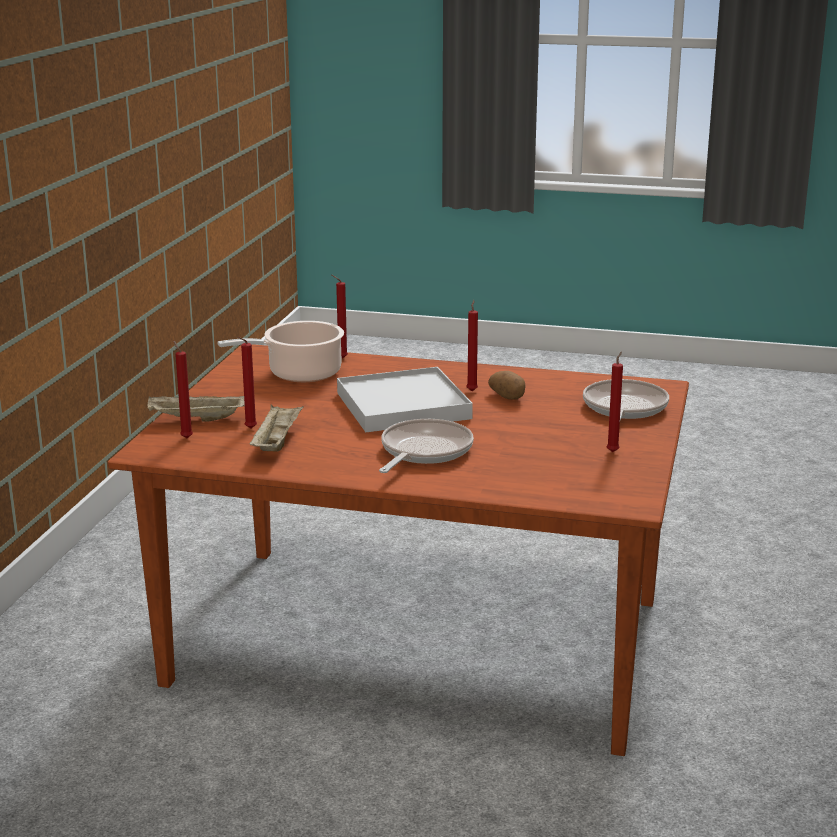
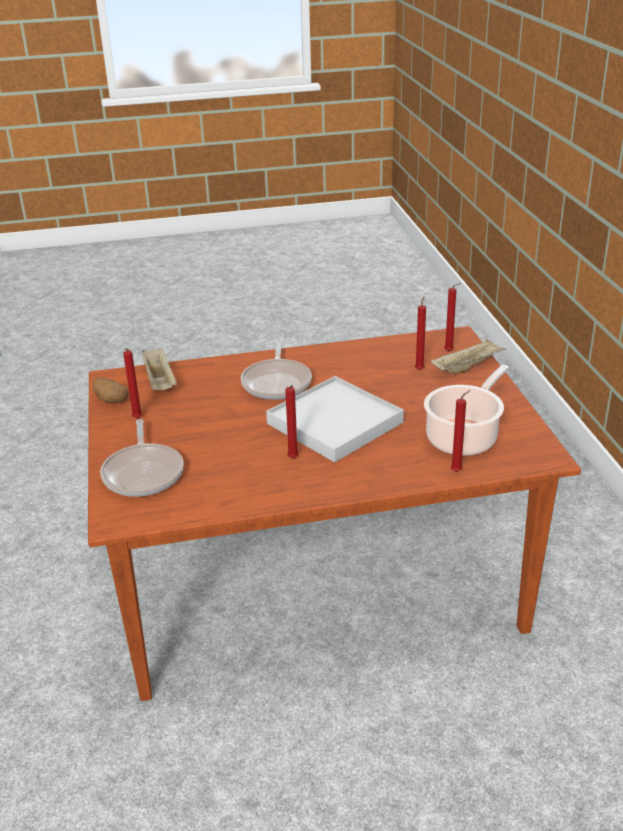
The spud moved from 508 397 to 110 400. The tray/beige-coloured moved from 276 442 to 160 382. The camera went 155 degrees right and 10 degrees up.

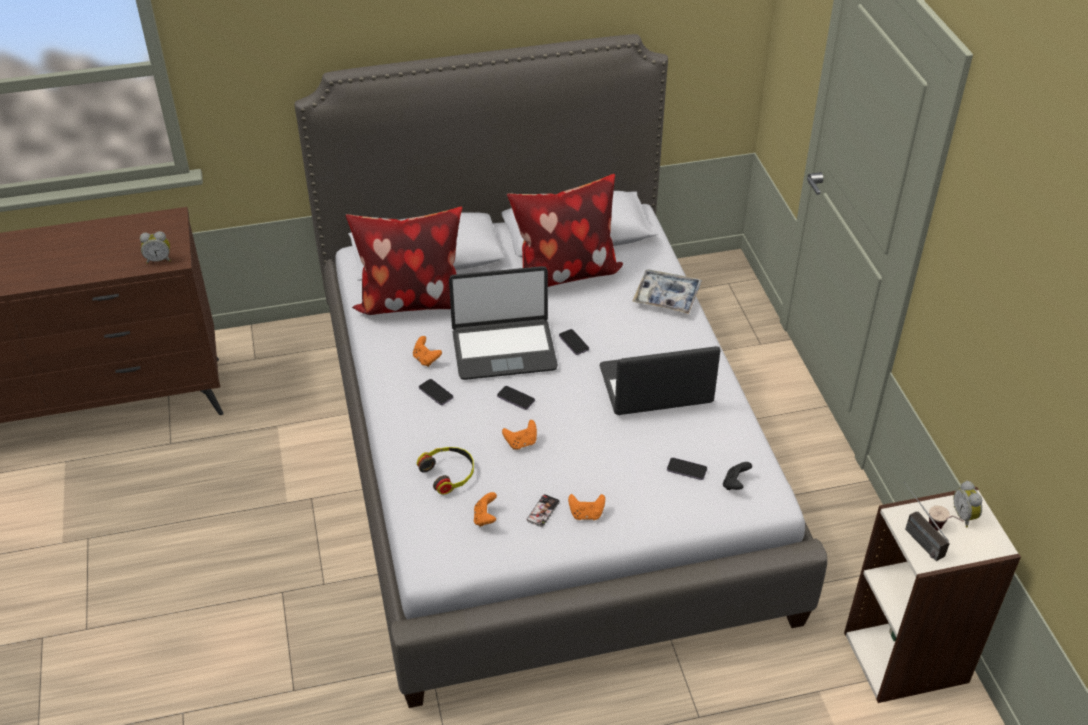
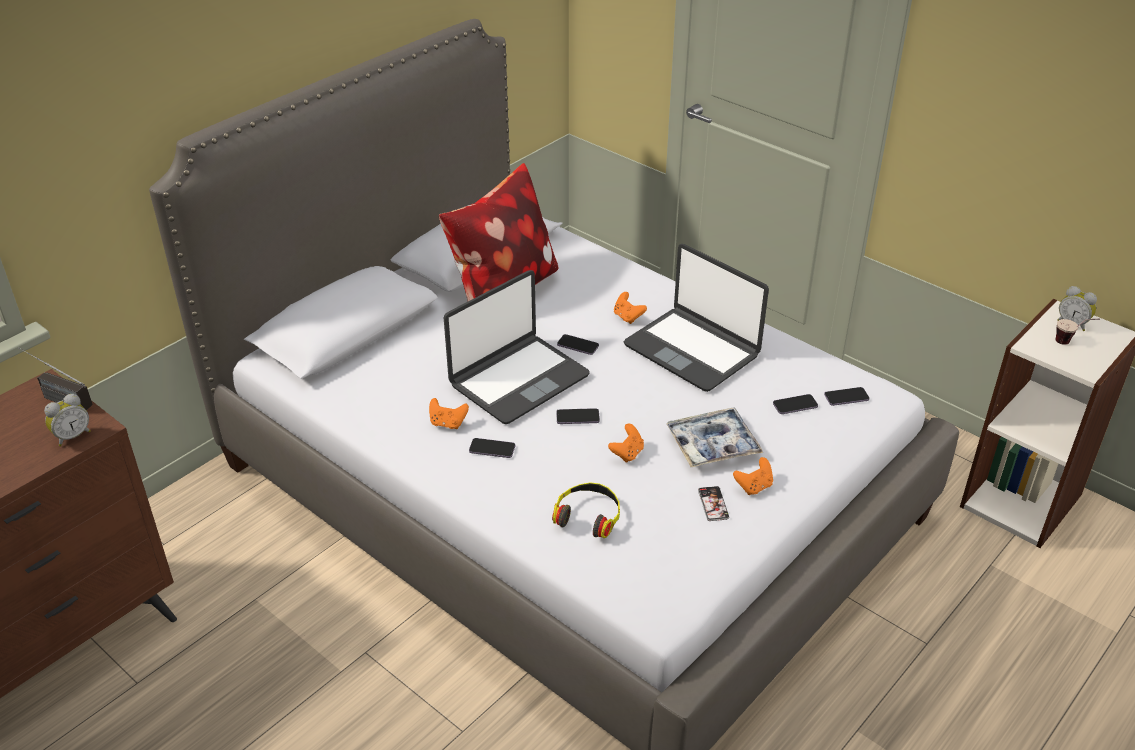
The radio set moved from 915 534 to 56 398. The gamepad/orange-coloured moved from 485 518 to 628 317. The laptop at 656 387 turned 90 degrees counterclockwise. The tray moved from 667 297 to 713 445. The gamepad/black-coloured at 735 484 was replaced by the phone at 846 397. The cushion at 410 300 disappeared. The camera went 35 degrees left and 5 degrees down.

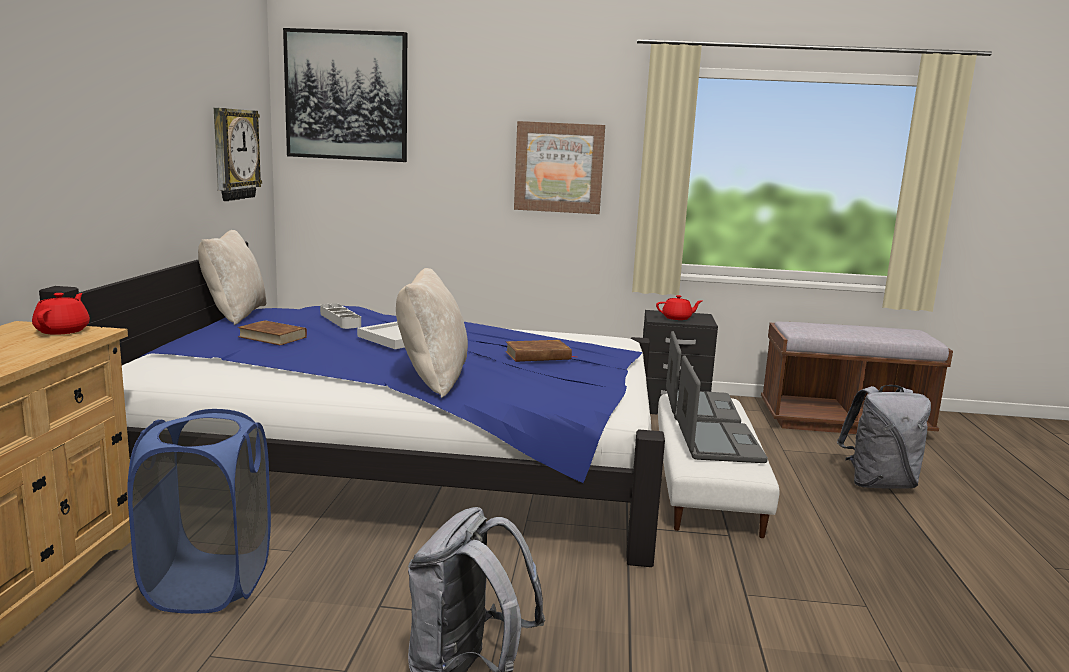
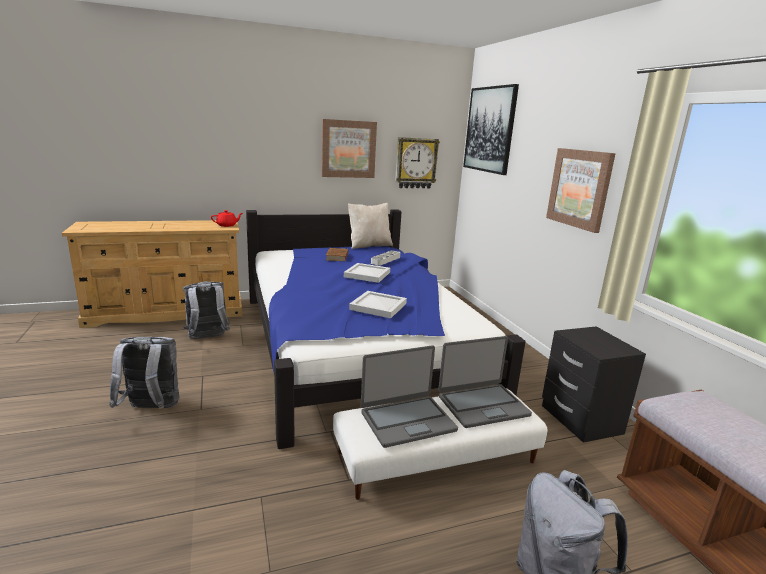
The hamper/blue at 209 584 was replaced by the rucksack/greyish at 207 338. The picture at 348 149 appeared. The bound book/brown at 538 356 was replaced by the tray/whitish at 377 306. The cushion/beige-coloured at 432 379 disappeared. The teapot/reddish at 677 318 disappeared. The camera went 65 degrees right and 5 degrees up.

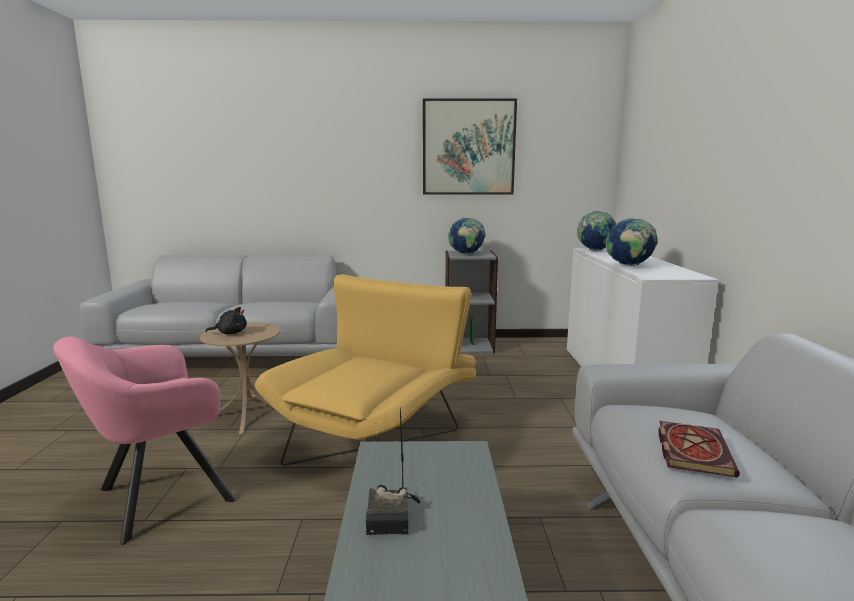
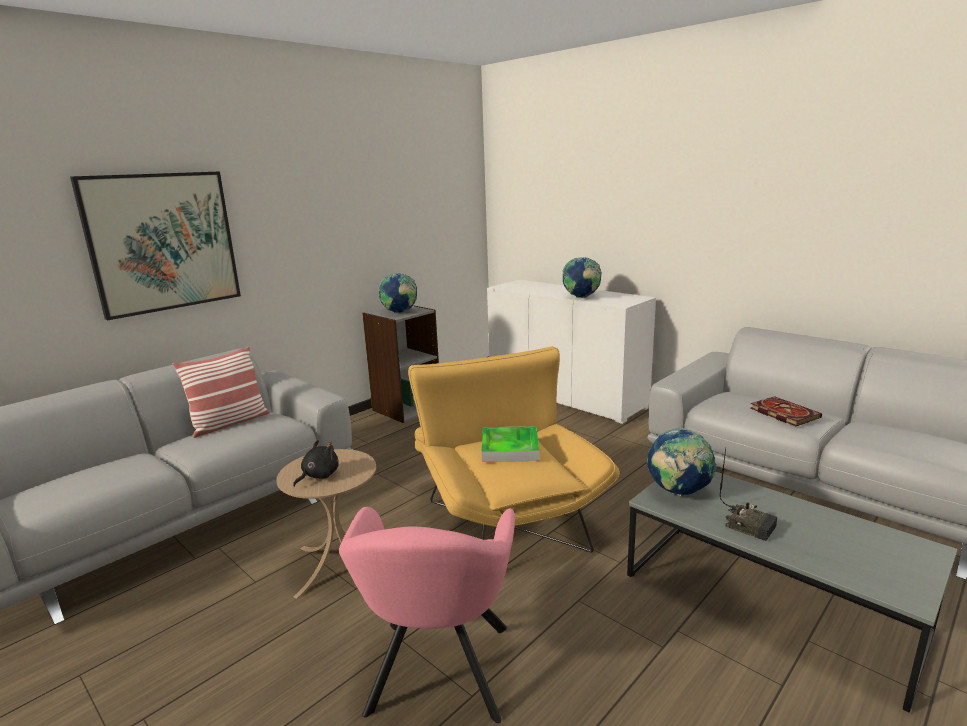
The picture moved from 468 147 to 163 242. The cushion at 229 423 appeared. The tray at 510 448 appeared. The world globe moved from 595 251 to 678 492. The camera went 45 degrees left and 5 degrees up.

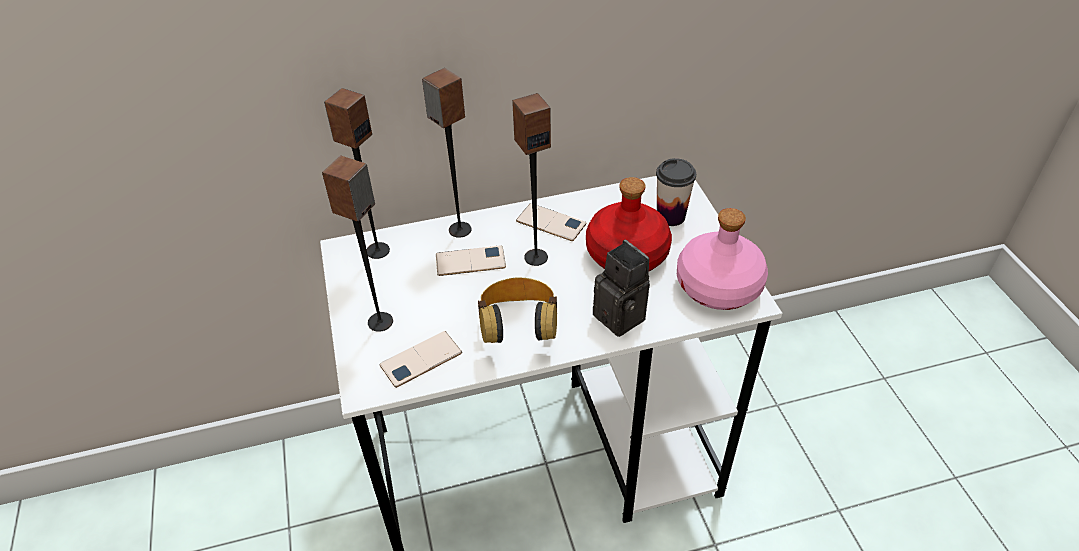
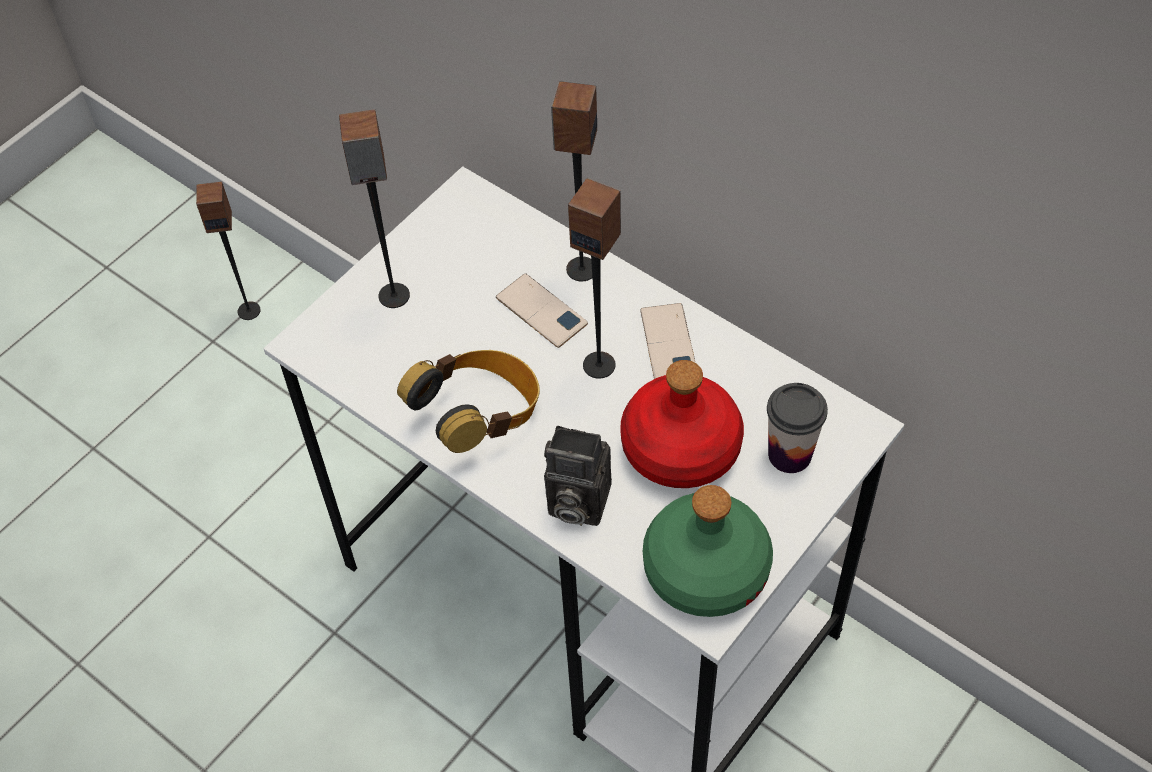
The loudspeaker moved from 377 250 to 249 310. The photo camera at 623 317 turned 90 degrees clockwise. The beverage bottle/pinkish at 717 286 became the beverage bottle/green-coloured at 704 569. The phone at 421 359 disappeared. The camera went 55 degrees right and 10 degrees up.

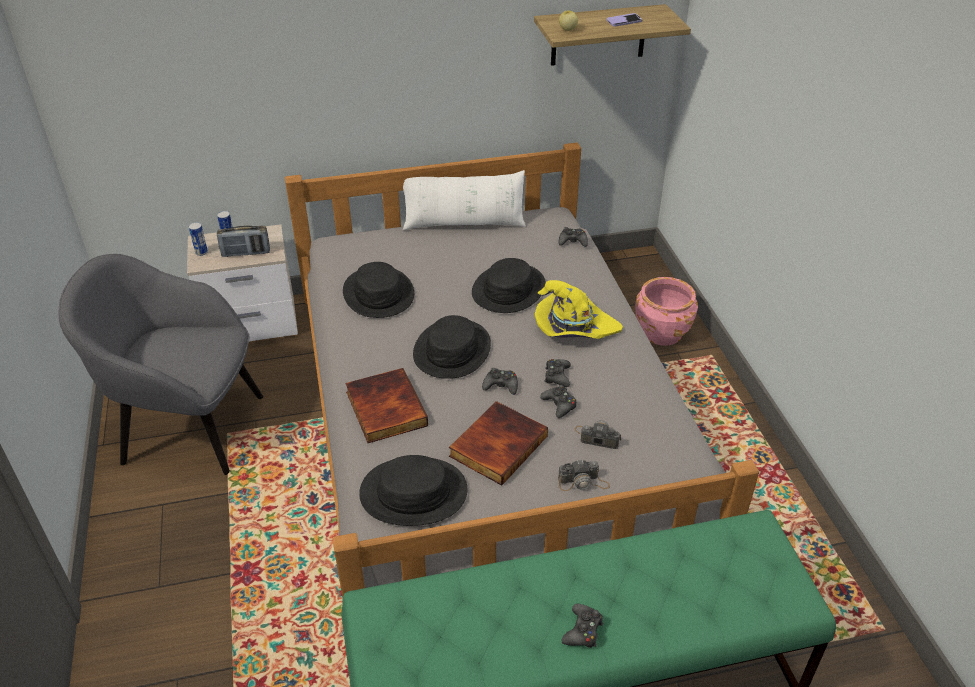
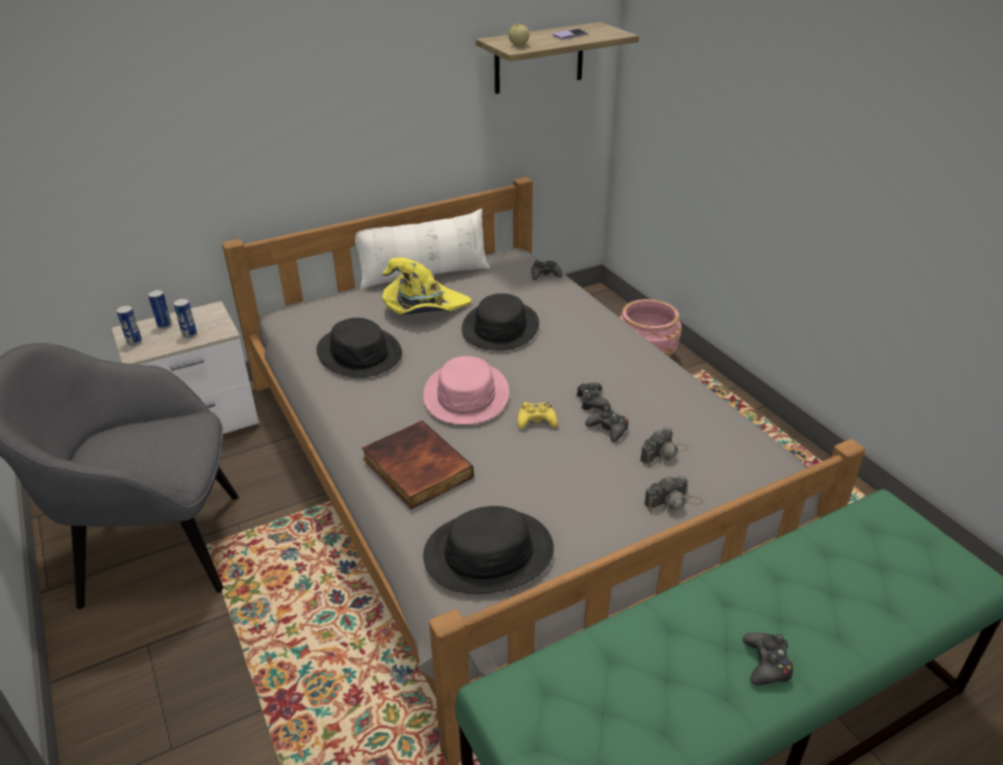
The radio set at 246 253 was replaced by the metal can at 189 334. The hat/yellowish moved from 573 328 to 423 308. The hat/black-coloured at 452 350 became the hat/pinkish at 466 395. The gamepad/black-coloured at 501 385 became the gamepad/yellowish at 536 421. The photo camera at 597 437 turned 135 degrees clockwise. The bound book at 497 445 disappeared. The camera went 15 degrees left and 5 degrees down.

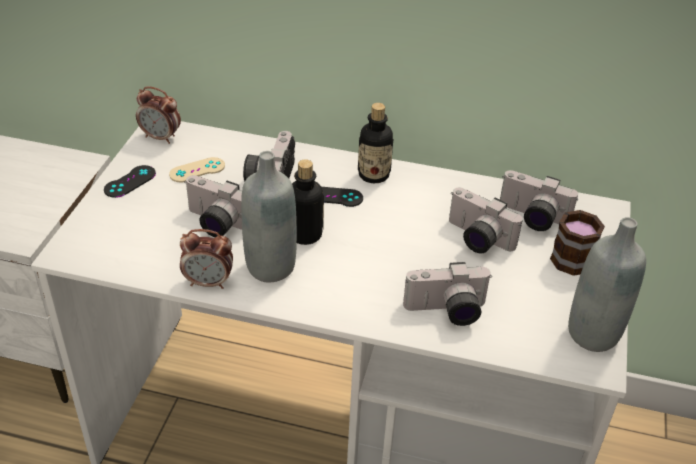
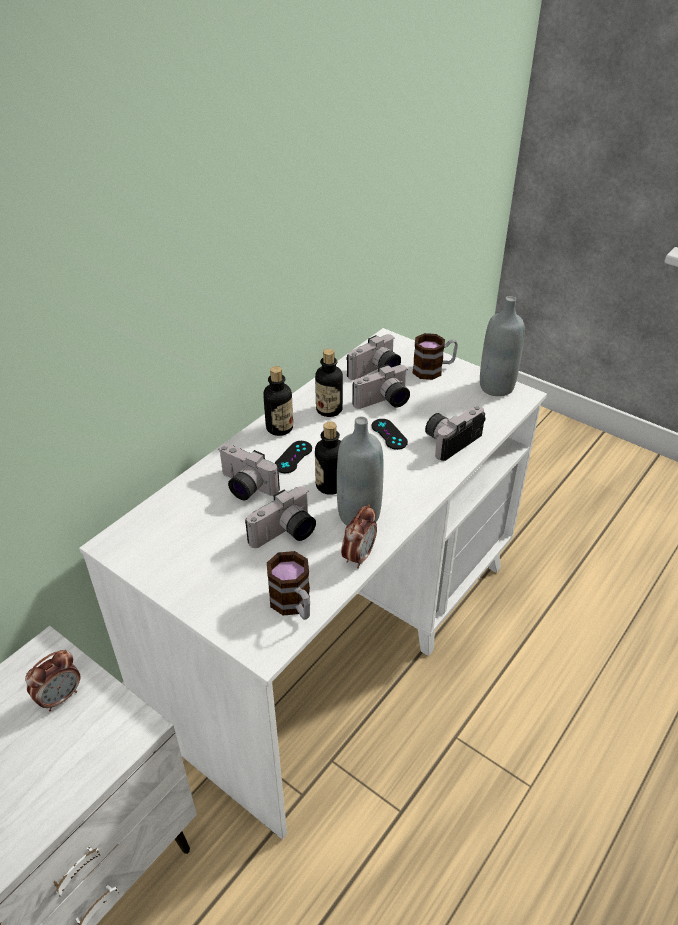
The alarm clock moved from 161 137 to 60 697. The coffee mug at 294 605 appeared. The beverage bottle at 329 410 appeared. The gamepad/black-coloured moved from 130 181 to 389 434. The photo camera at 446 312 turned 150 degrees counterclockwise. The gamepad/beige-coloured at 197 170 disappeared. The camera went 65 degrees left and 0 degrees up.

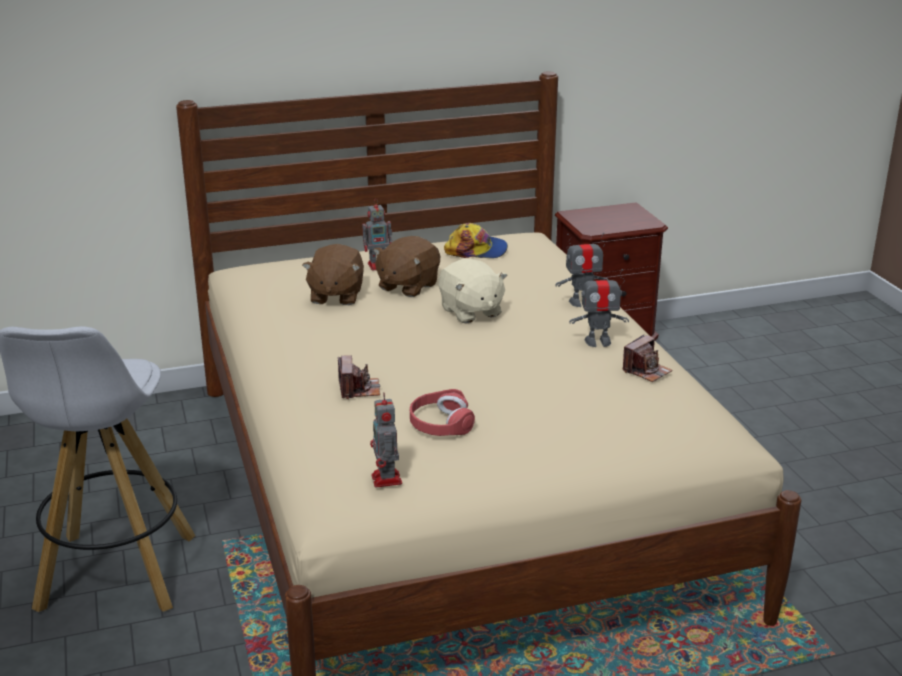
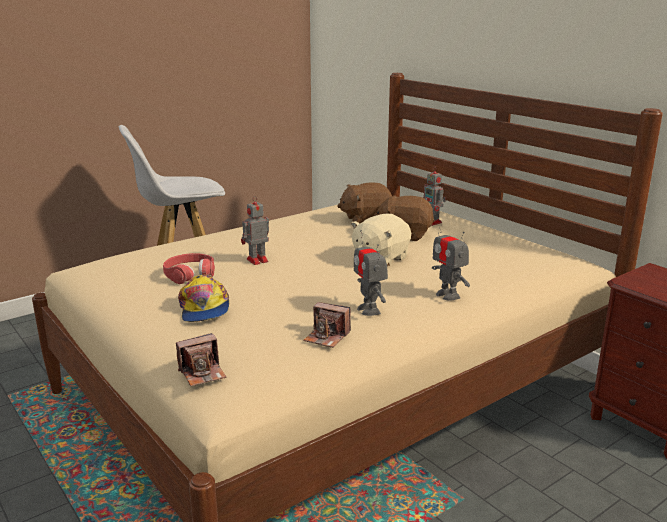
The photo camera moved from 359 389 to 202 373. The cap moved from 476 250 to 204 308. The robot figure moved from 387 480 to 256 260. The camera went 70 degrees right and 5 degrees down.

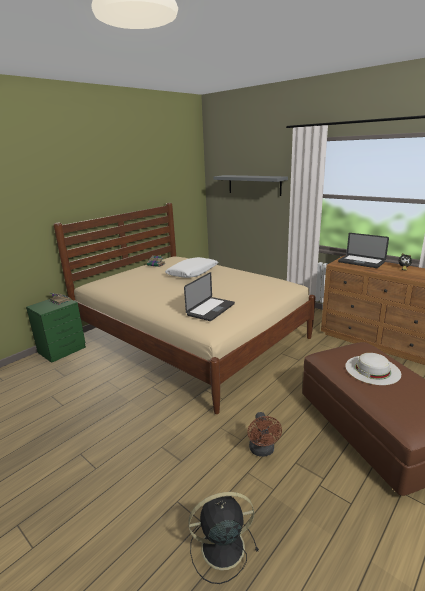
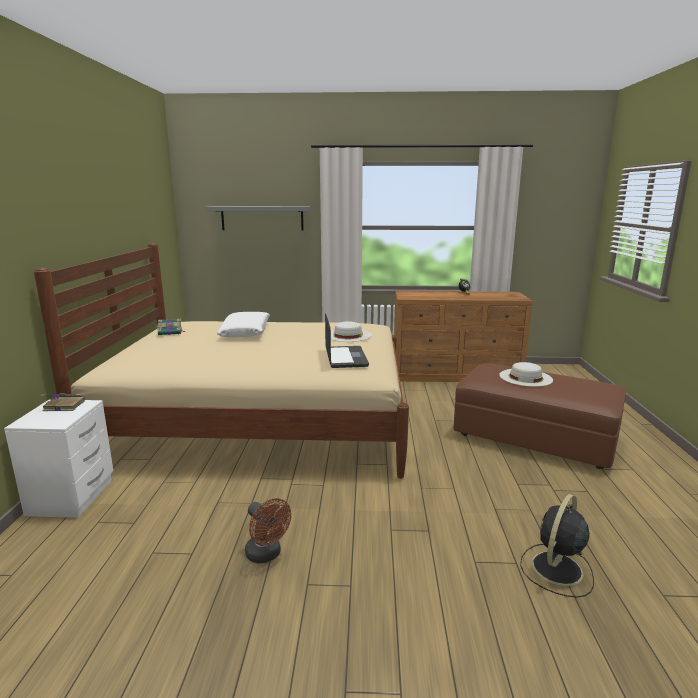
The night table/green-coloured at 63 350 became the night table/whitish at 73 496. The cooling fan/brown moved from 262 451 to 267 555. The hat/whitish at 348 335 appeared. The laptop at 361 262 disappeared. The camera went 40 degrees left and 5 degrees down.

